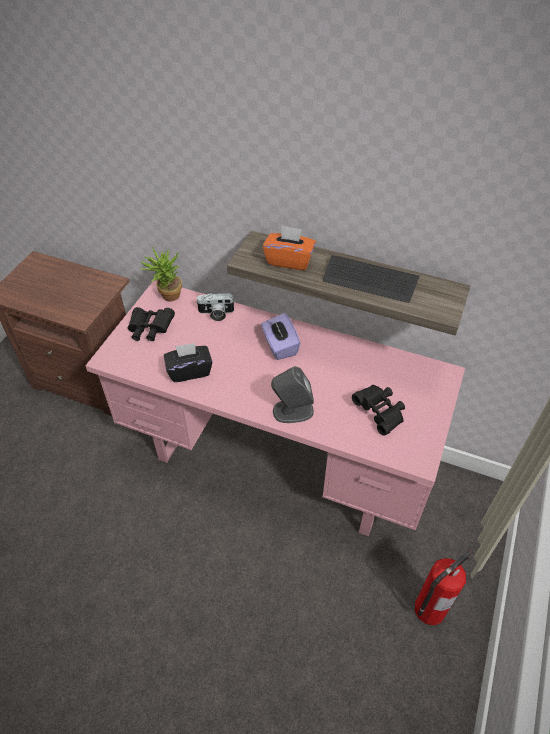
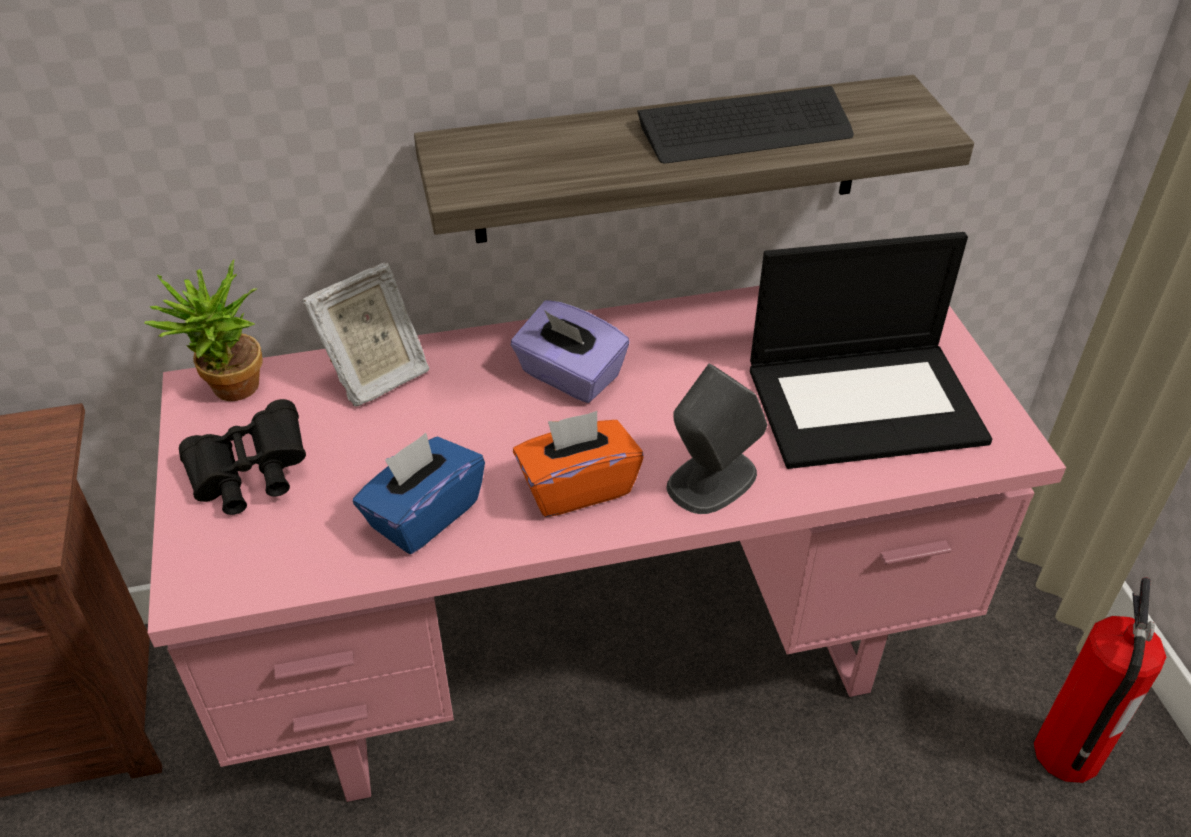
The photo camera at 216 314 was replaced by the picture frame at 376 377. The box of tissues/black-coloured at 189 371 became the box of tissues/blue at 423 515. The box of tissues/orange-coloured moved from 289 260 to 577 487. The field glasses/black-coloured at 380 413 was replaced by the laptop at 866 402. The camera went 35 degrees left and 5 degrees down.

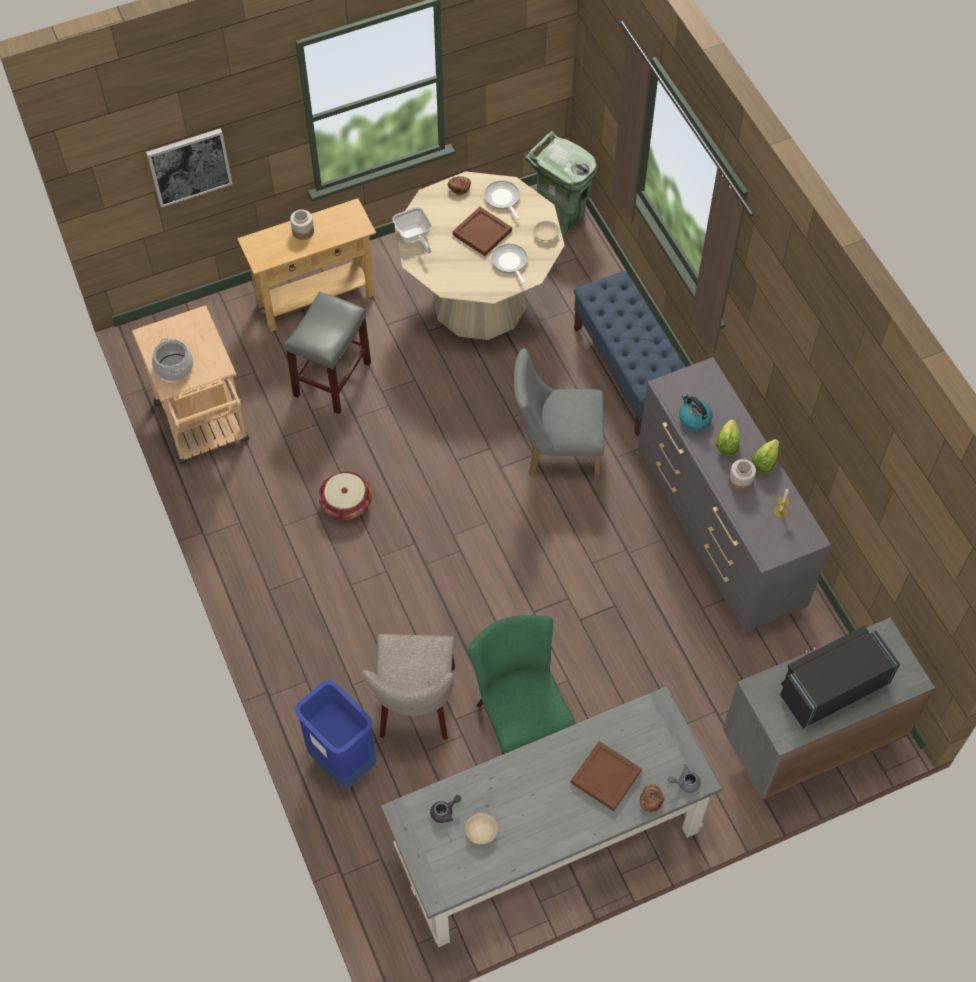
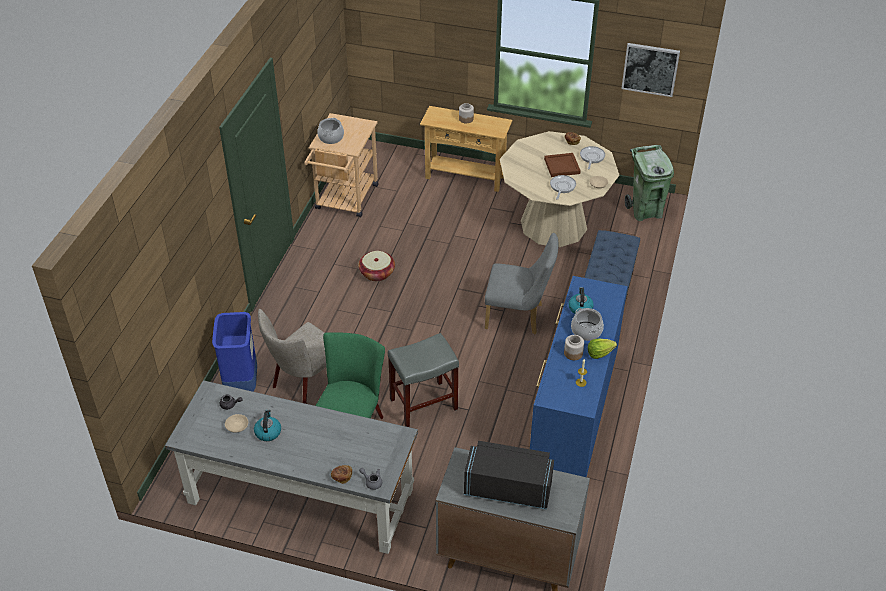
The tea kettle at 268 432 appeared. The sitting stool/greyish moved from 332 380 to 423 404. The chair/greyish at 556 452 turned 150 degrees clockwise. The chest of drawers/greyish at 719 532 became the chest of drawers/blue at 573 413. The lettuce at 727 444 was replaced by the stockpot at 586 331. The picture moved from 189 166 to 650 69. The pan at 414 236 disappeared. The tray/brown at 604 777 disappeared. The camera went 40 degrees right and 15 degrees down.

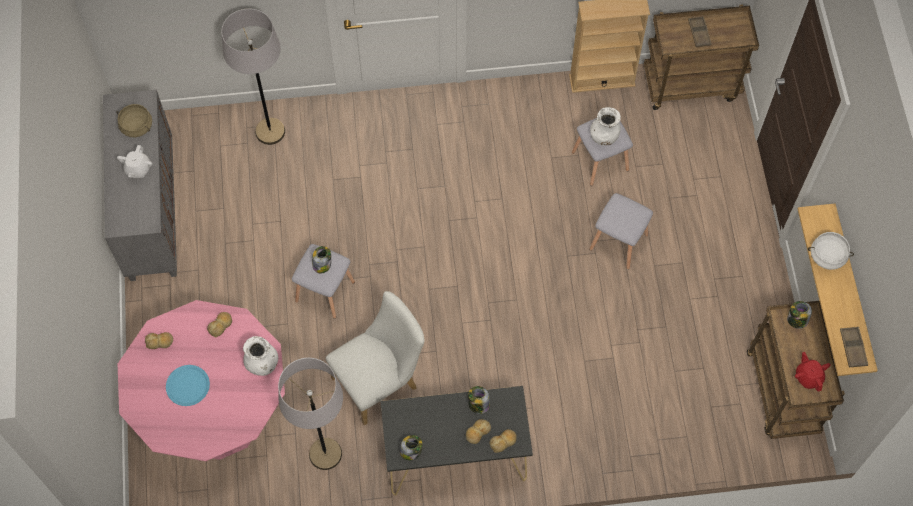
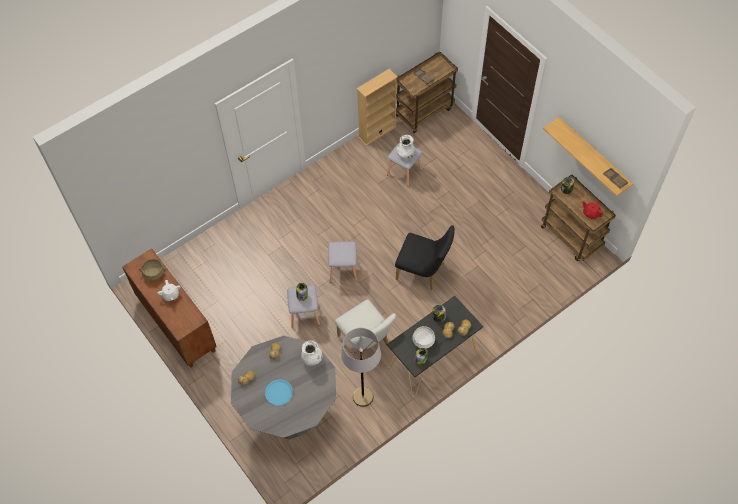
The cabinet/greyish at 150 211 became the cabinet/brown at 176 324. The dinner table/pinkish at 217 414 became the dinner table/greyish at 289 410. The sitting stool/greyish moved from 618 241 to 343 269. The chair/whitish at 380 381 turned 120 degrees clockwise. The chair/black-coloured at 423 272 appeared. The stockpot/whitish moved from 827 256 to 423 340. The floor lamp/greyish at 270 131 disappeared. The camera went 30 degrees left and 5 degrees down.

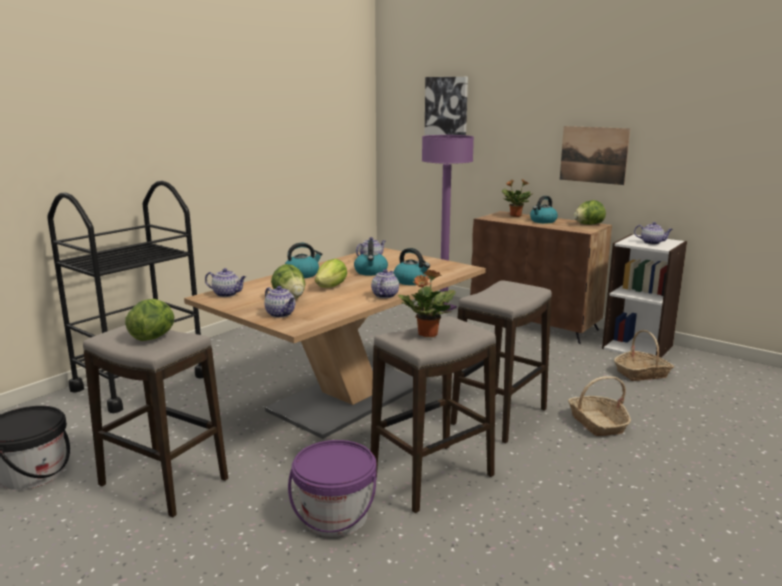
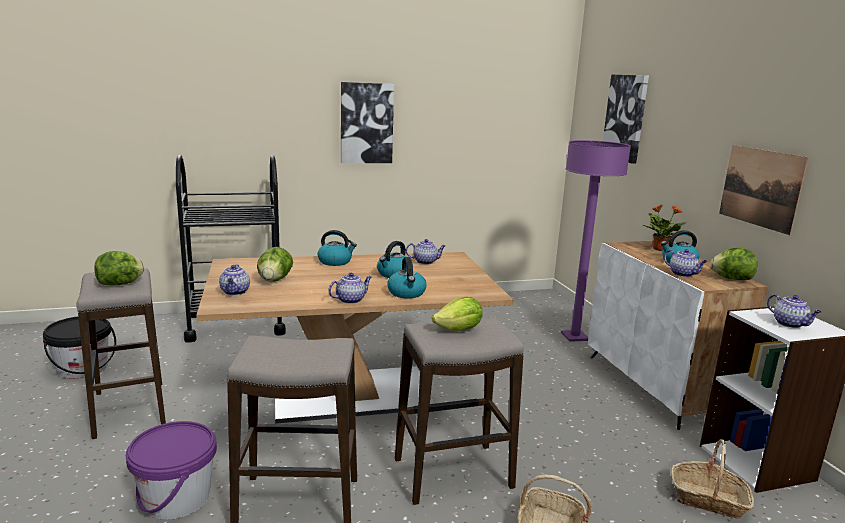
The picture at 366 123 appeared. The lettuce moved from 331 287 to 459 330. The cabinet/brown at 535 324 became the cabinet/whitish at 655 387. The teapot moved from 227 294 to 683 274. The plant in a pot at 427 334 disappeared. The camera went 35 degrees right and 0 degrees up.

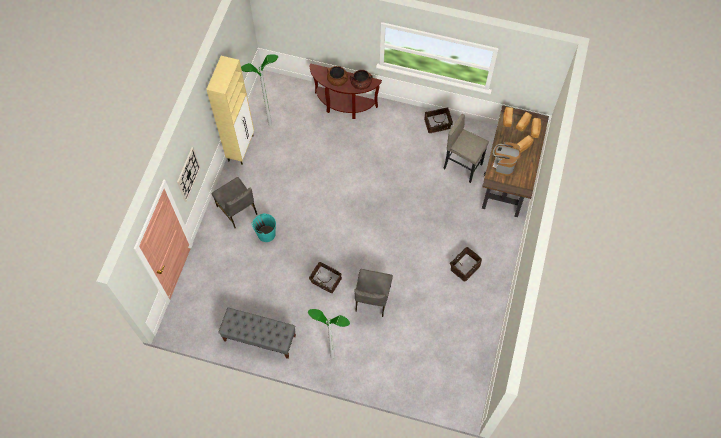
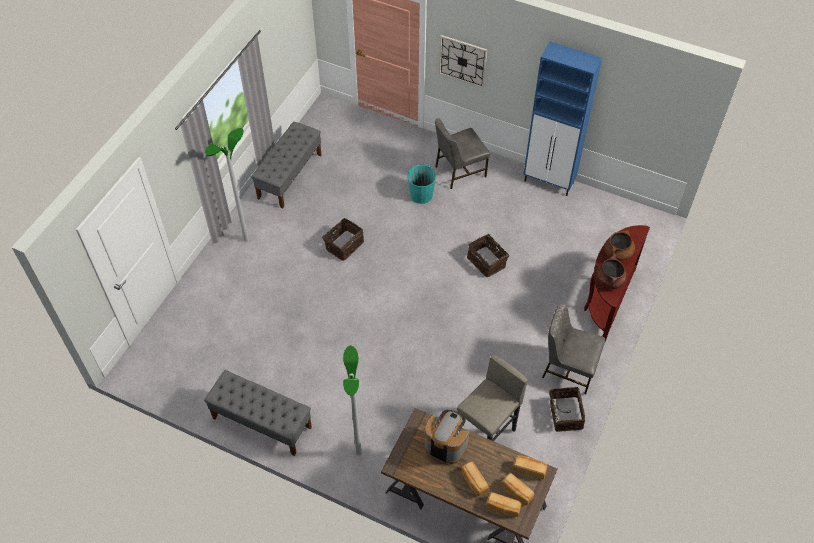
The long seat/greyish at 261 422 appeared. The floor lamp moved from 270 124 to 359 452. The household basket moved from 464 267 to 487 261. The cabinet/beige-coloured at 241 147 became the cabinet/blue at 549 182. The chair/greyish moved from 372 299 to 568 368. The camera went 100 degrees right and 10 degrees down.

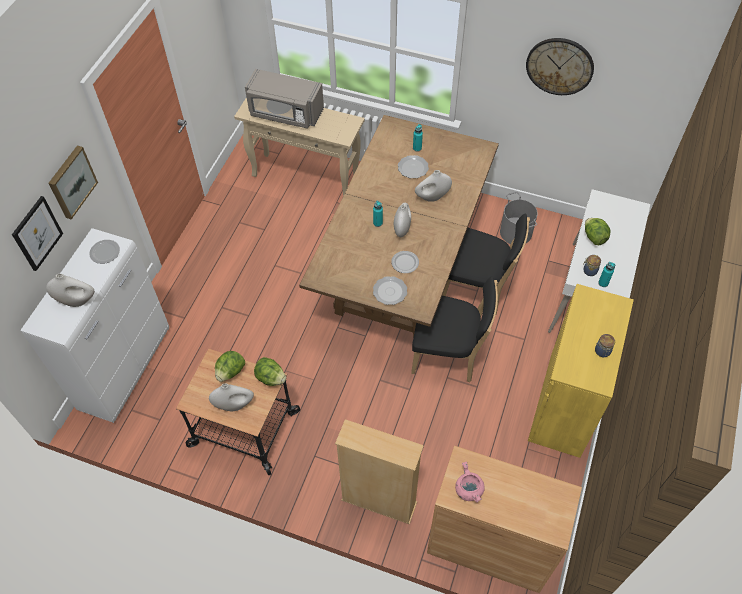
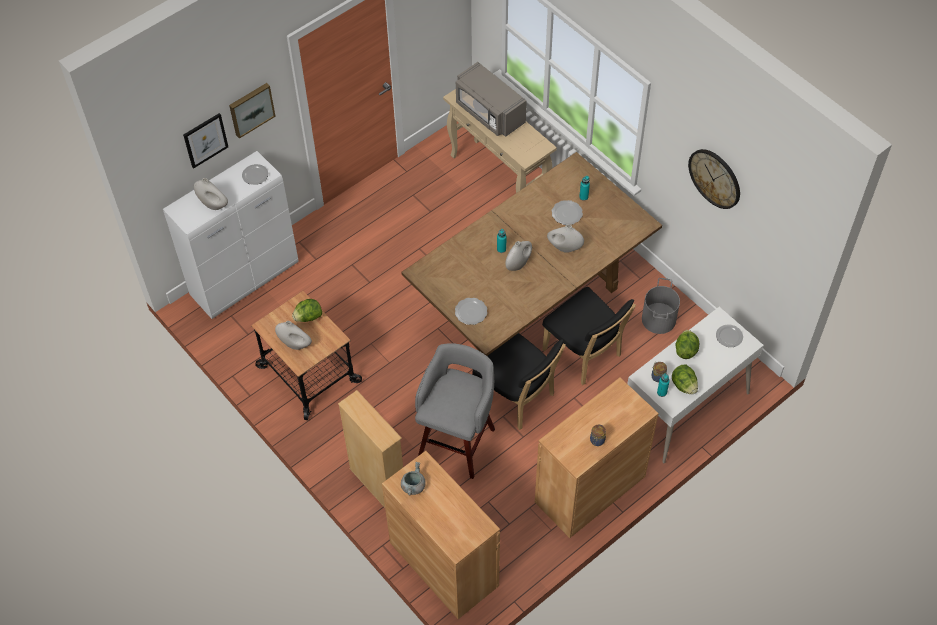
The stockpot/pinkish at 468 489 became the stockpot/greyish at 413 486. The sitting stool/greyish at 457 441 appeared. The cabinet/yellowish at 565 404 became the cabinet/brown at 590 489. The lettuce moved from 271 378 to 684 385. The dinner plate moved from 405 262 to 729 336. The camera went 30 degrees right and 0 degrees up.

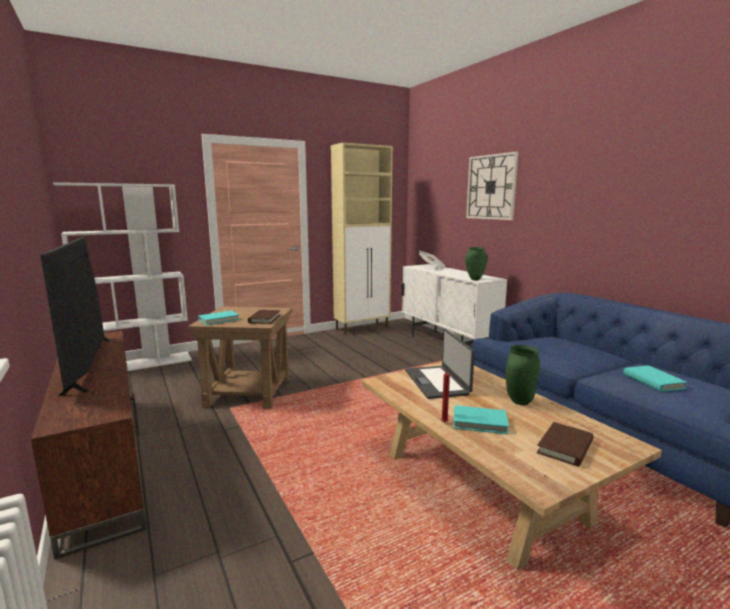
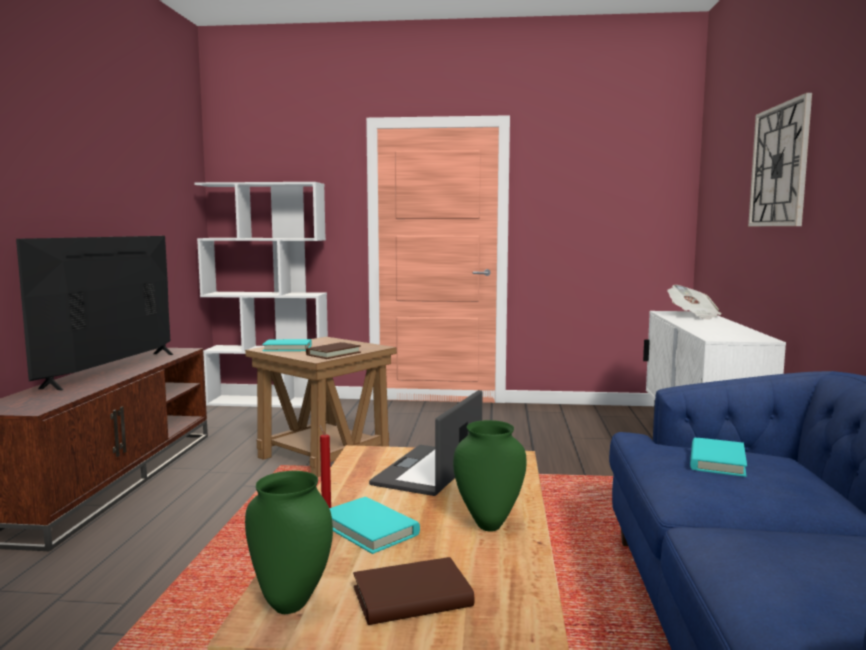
The flower vase/green-coloured moved from 475 280 to 289 605. The bound book/turquoise moved from 653 381 to 717 461. The cabinet/beige-coloured at 362 328 disappeared. The camera went 35 degrees right and 5 degrees down.

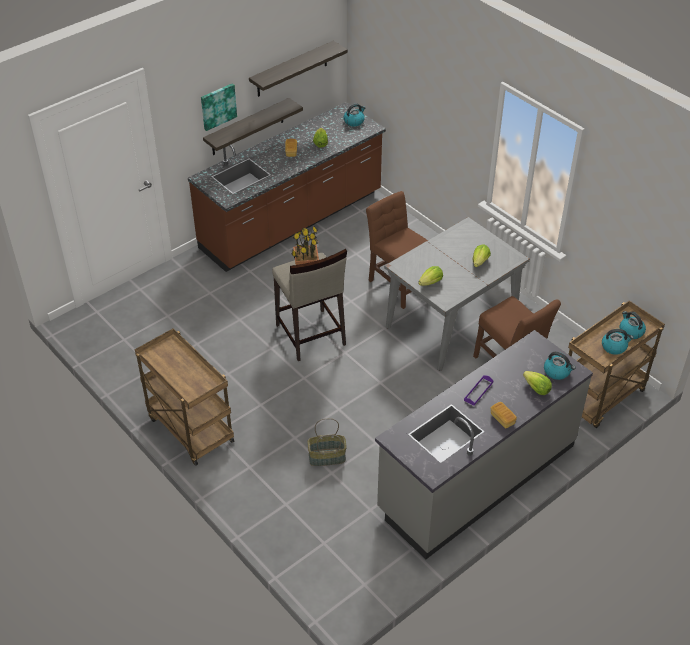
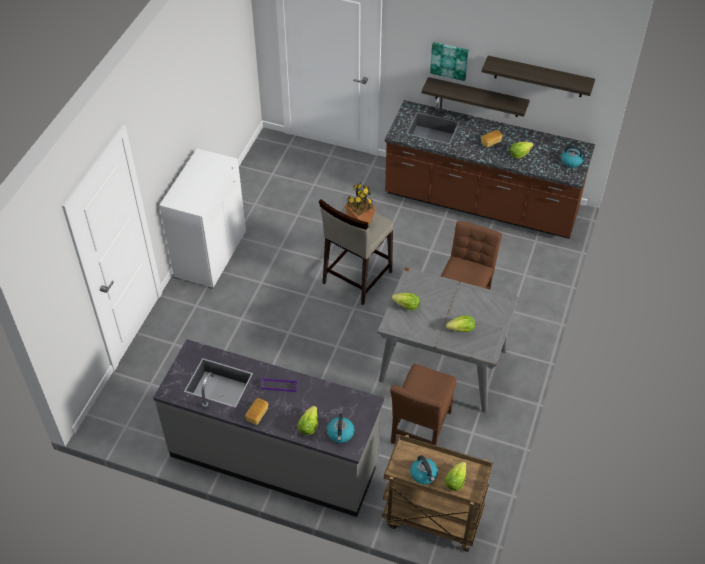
The cart/brown at 189 429 was replaced by the cabinet/whitish at 210 254. The tea kettle at 630 331 was replaced by the lettuce at 455 481. The household basket at 326 458 disappeared. The camera went 60 degrees right and 5 degrees up.

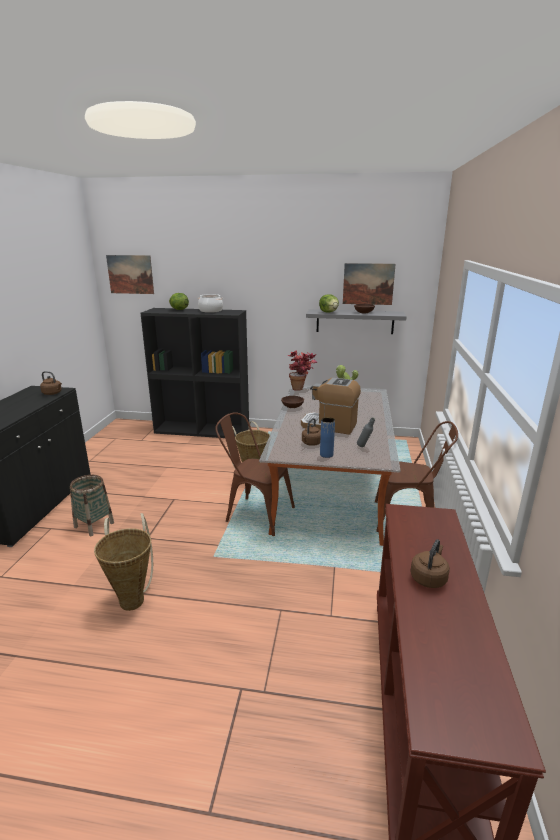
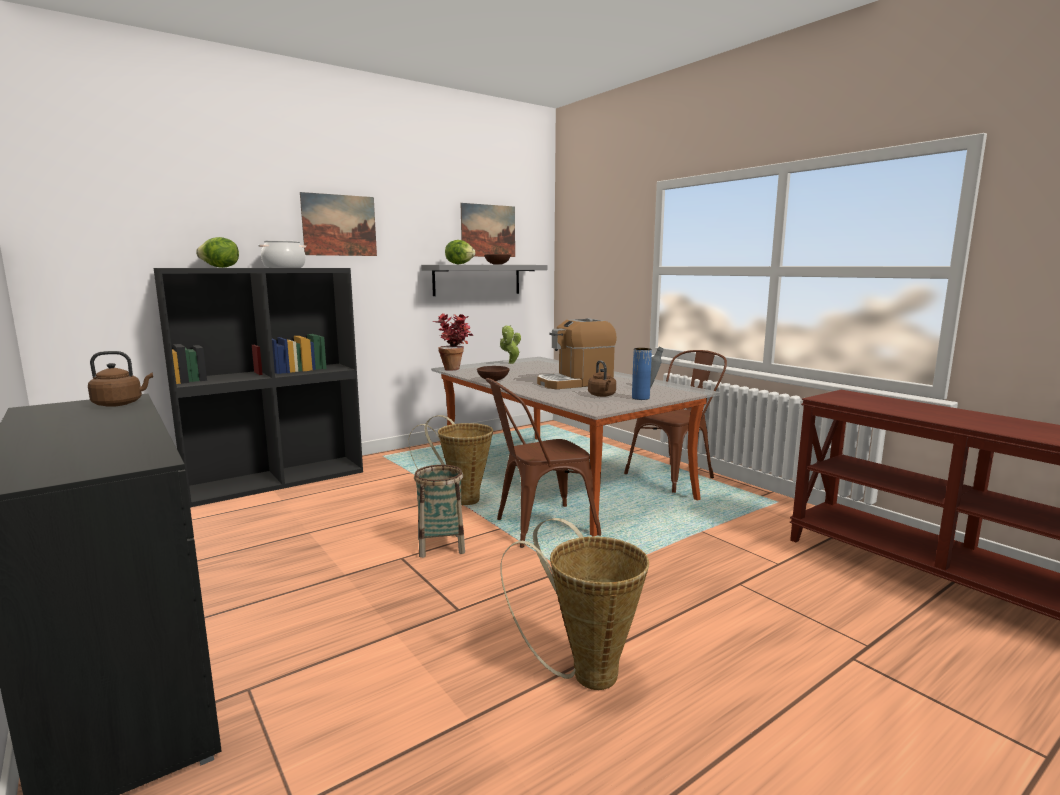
The picture moved from 130 274 to 339 225. The household basket moved from 94 525 to 440 546. The tea kettle/brown at 429 578 disappeared. The camera went 45 degrees left and 10 degrees down.

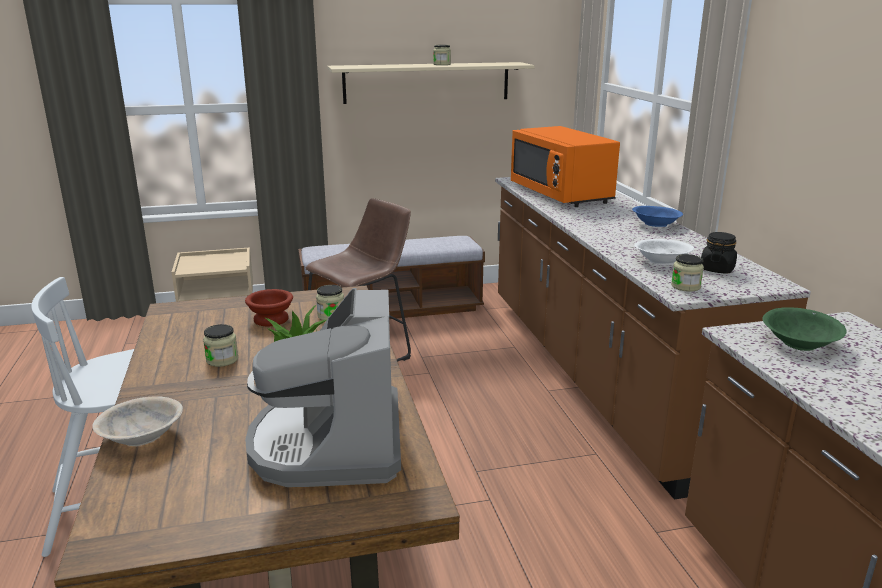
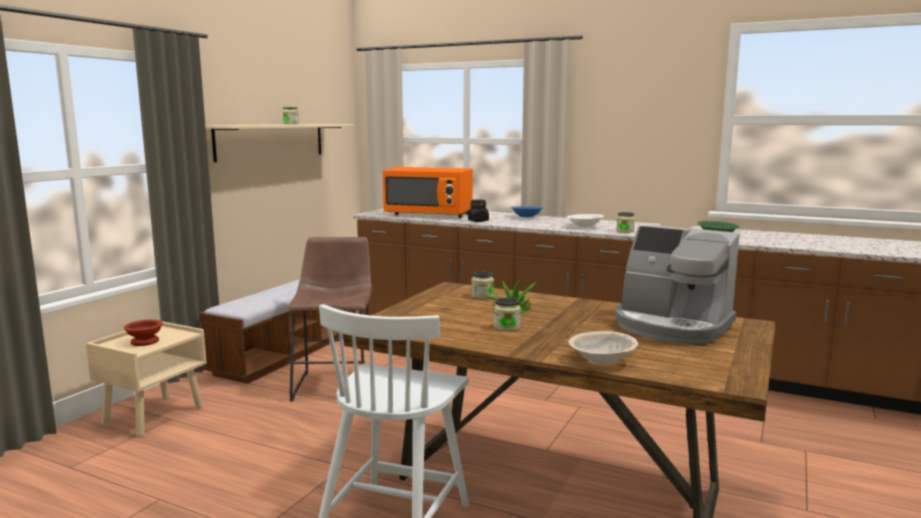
The deep dish/brown moved from 270 319 to 144 342. The jar/black-coloured moved from 717 269 to 478 221. The camera went 50 degrees left and 10 degrees down.

